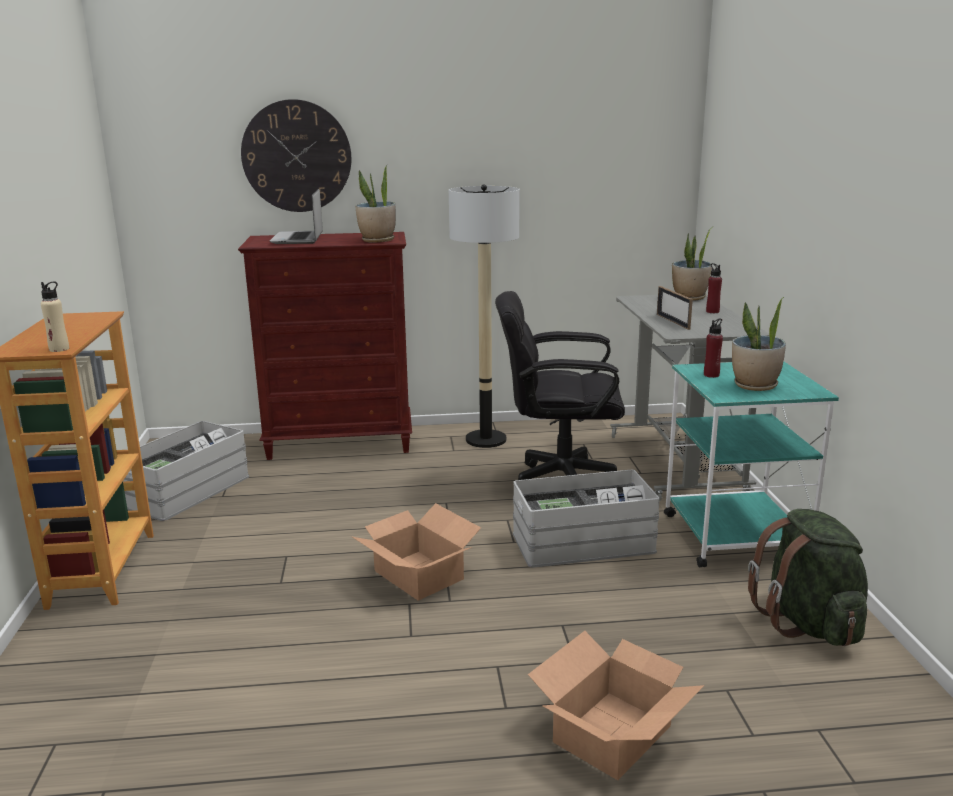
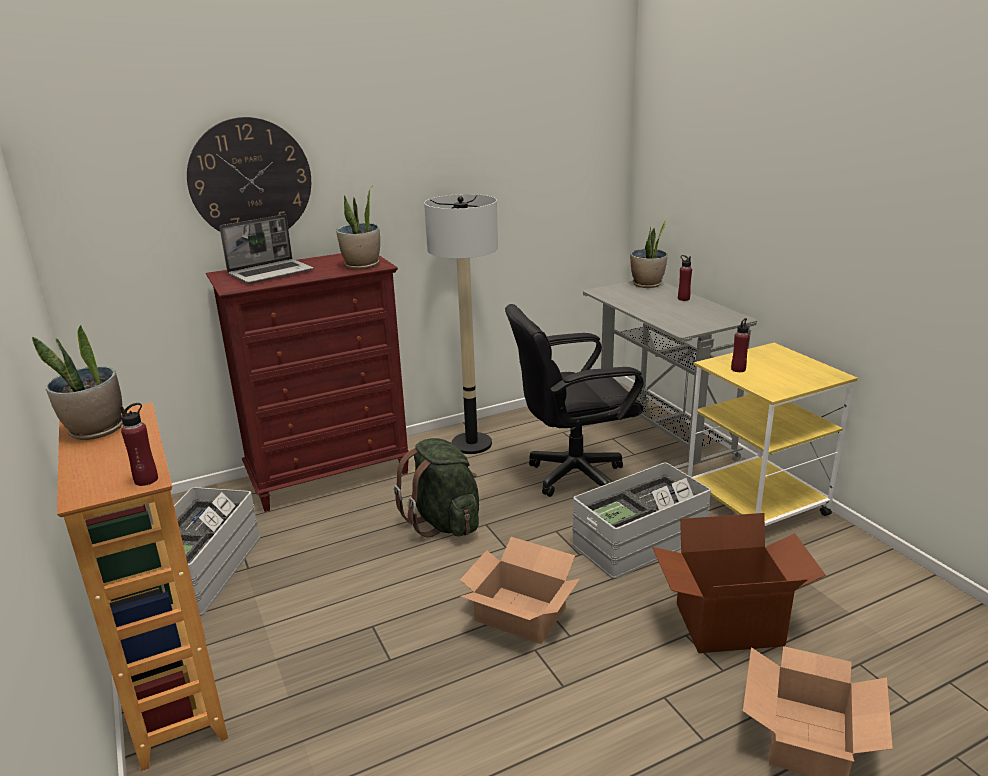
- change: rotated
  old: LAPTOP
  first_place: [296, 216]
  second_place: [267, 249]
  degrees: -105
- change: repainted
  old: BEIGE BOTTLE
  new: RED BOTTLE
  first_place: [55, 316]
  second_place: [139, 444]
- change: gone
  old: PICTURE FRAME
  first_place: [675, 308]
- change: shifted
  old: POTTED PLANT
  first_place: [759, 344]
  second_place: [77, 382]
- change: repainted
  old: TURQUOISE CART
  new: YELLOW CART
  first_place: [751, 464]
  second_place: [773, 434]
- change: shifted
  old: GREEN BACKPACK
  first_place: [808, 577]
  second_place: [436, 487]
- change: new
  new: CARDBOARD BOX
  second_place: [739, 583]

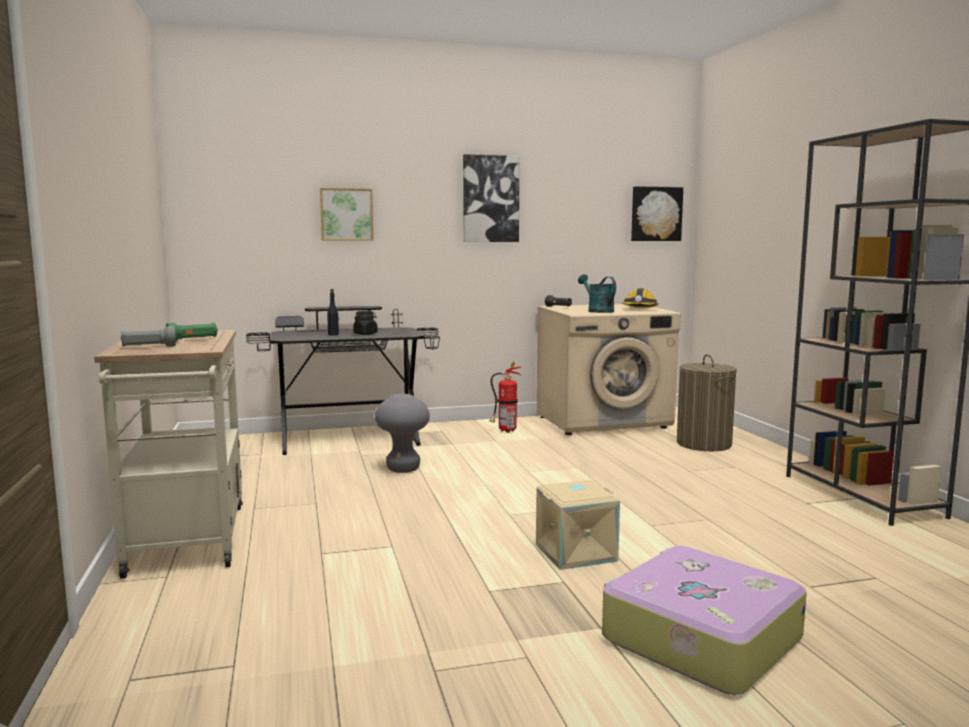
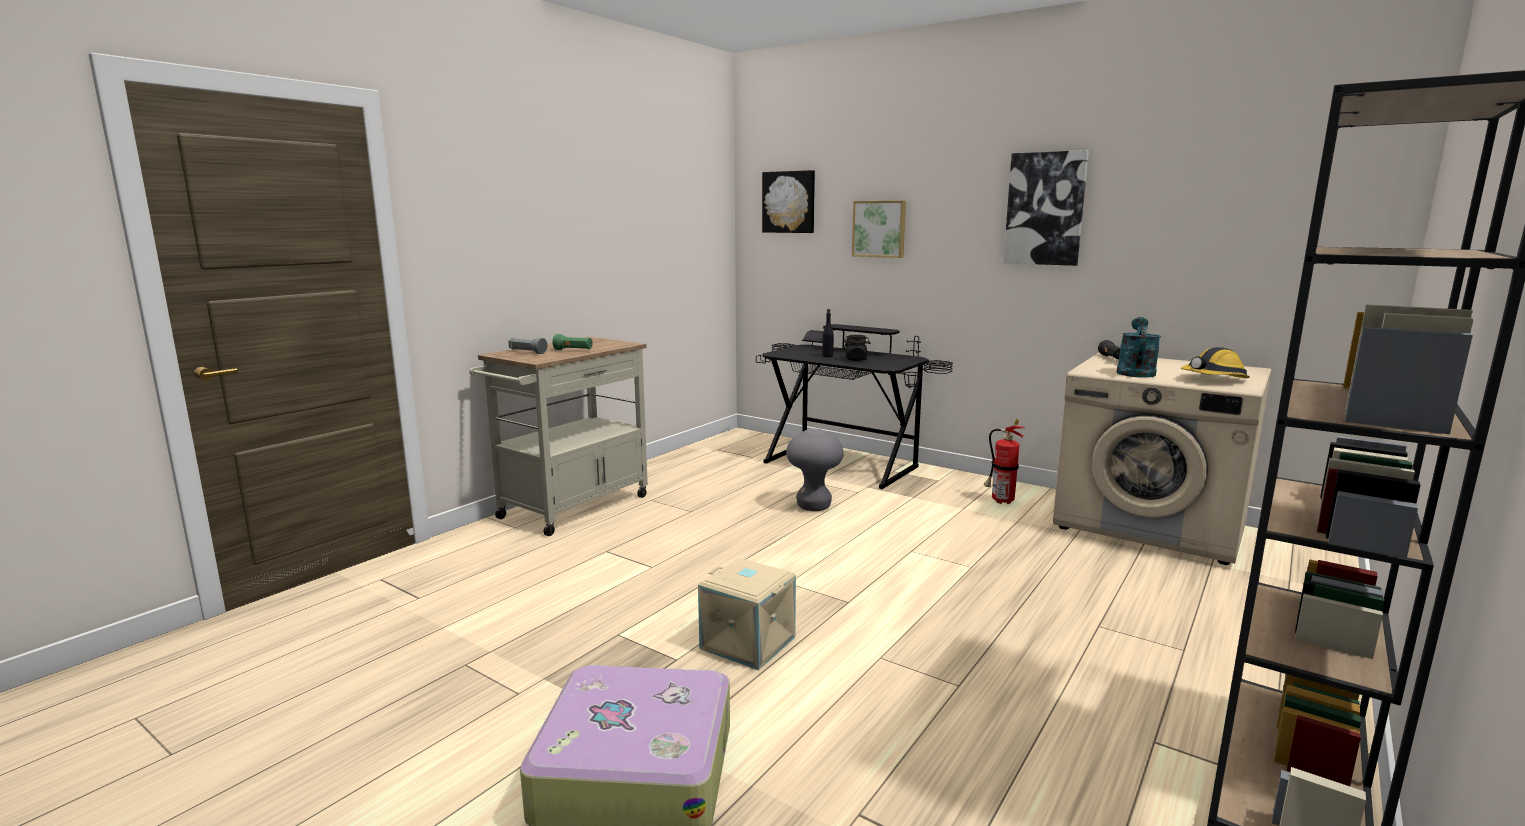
- change: shifted
  old: PICTURE
  first_place: [657, 213]
  second_place: [788, 201]
- change: gone
  old: LAUNDRY BASKET
  first_place: [707, 402]

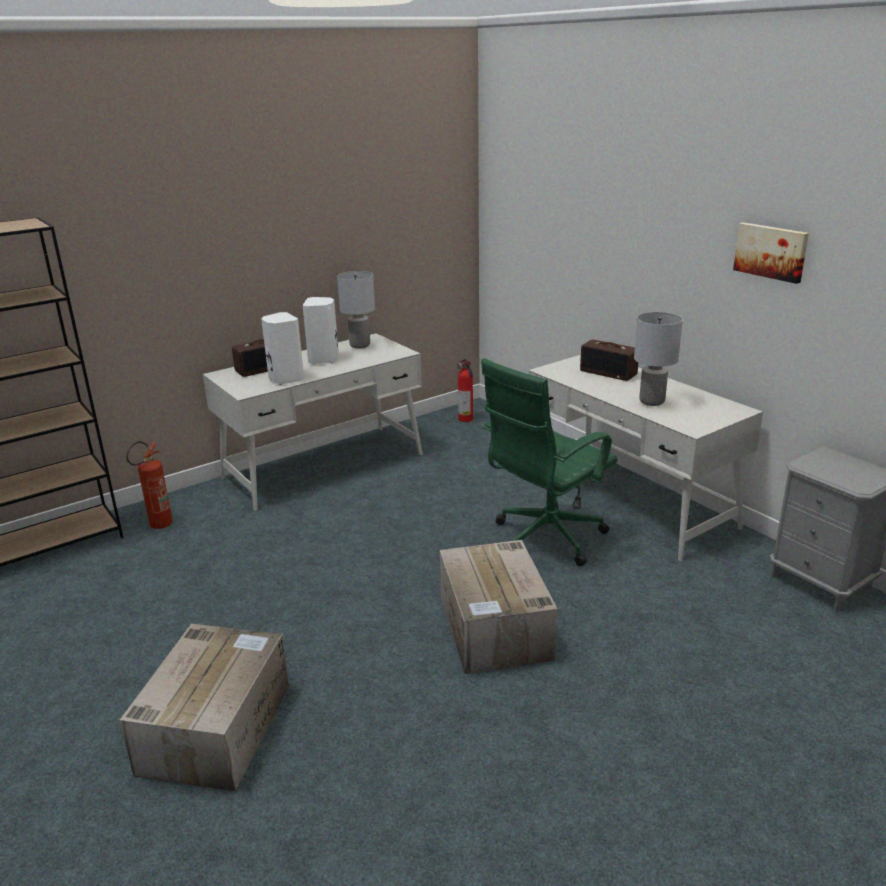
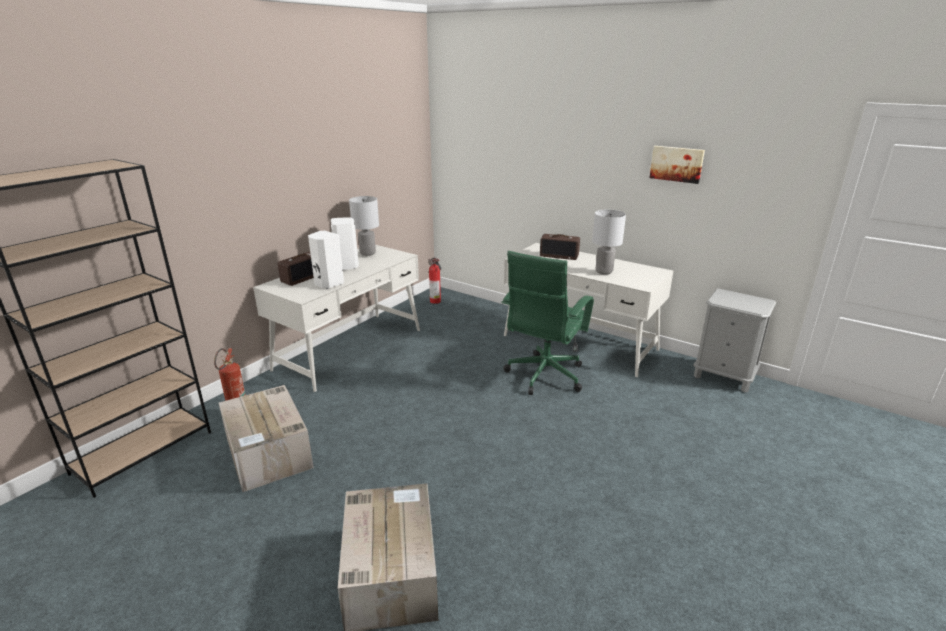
- change: shifted
  old: CARDBOARD BOX
  first_place: [498, 607]
  second_place: [266, 438]

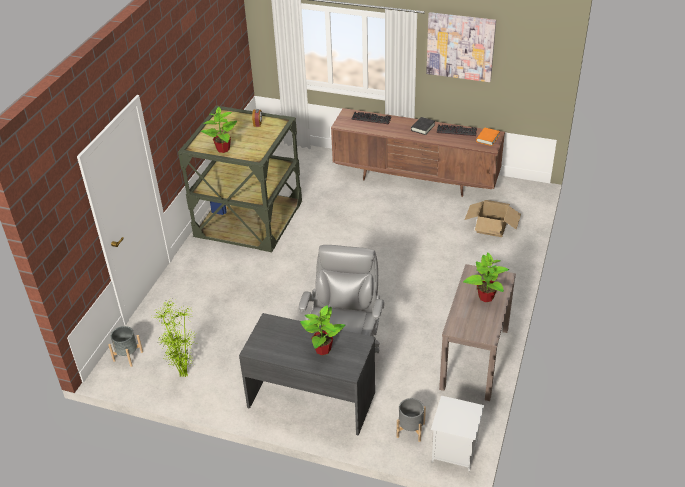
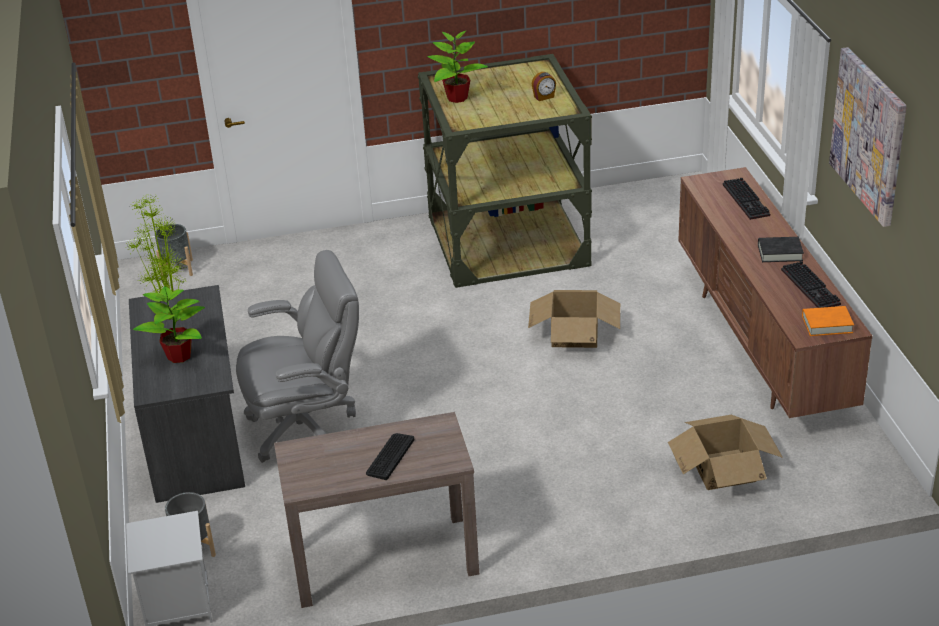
- change: swapped
  old: POTTED PLANT
  new: KEYBOARD
  first_place: [486, 277]
  second_place: [390, 456]
- change: new
  new: CARDBOARD BOX
  second_place: [574, 319]

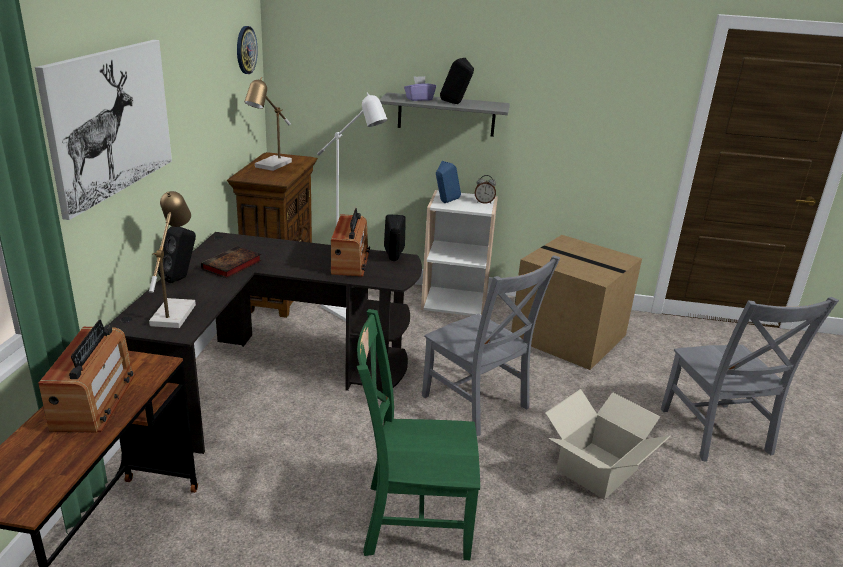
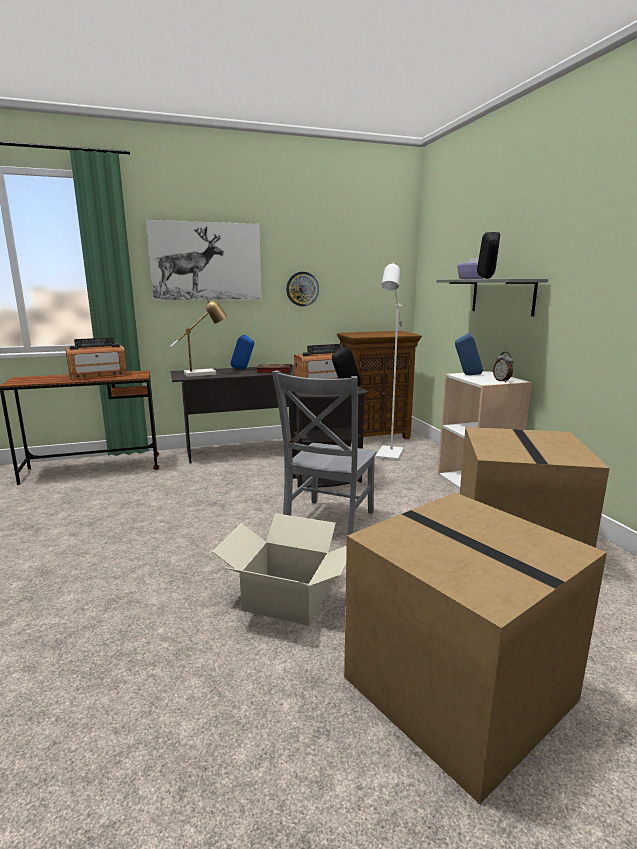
- change: shifted
  old: WALL CLOCK
  first_place: [247, 50]
  second_place: [302, 289]
- change: gone
  old: TABLE LAMP
  first_place: [268, 124]
- change: repainted
  old: BLACK SPEAKER
  new: BLUE SPEAKER
  first_place: [177, 254]
  second_place: [242, 352]
- change: swapped
  old: GREY CHAIR
  new: CARDBOARD BOX
  first_place: [750, 379]
  second_place: [475, 648]
- change: gone
  old: GREEN CHAIR
  first_place: [418, 434]

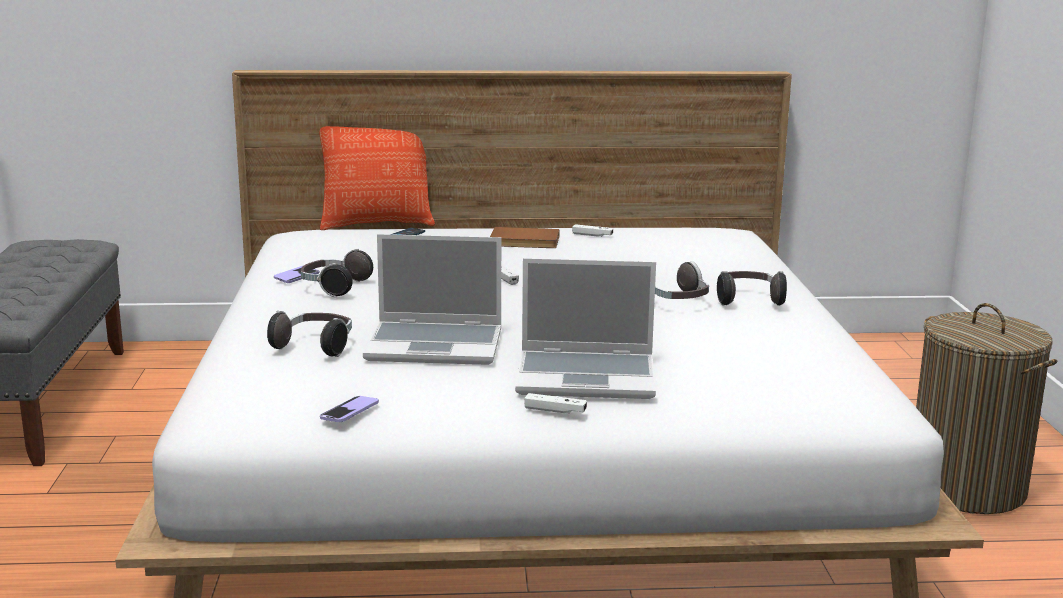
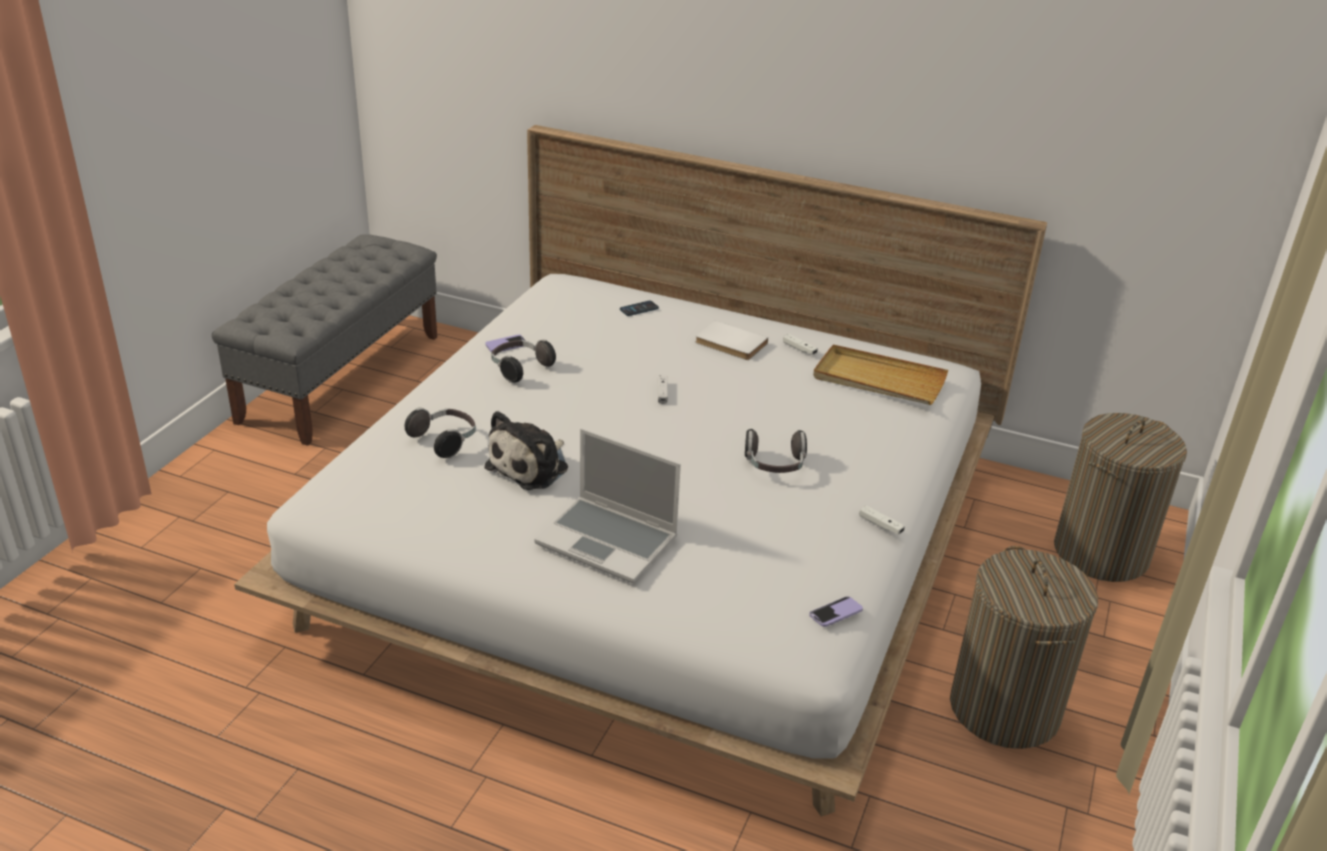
- change: gone
  old: ORANGE PILLOW
  first_place: [377, 178]
- change: repainted
  old: BROWN BOOK
  new: WHITE BOOK
  first_place: [525, 237]
  second_place: [731, 340]
- change: swapped
  old: LAPTOP
  new: PLUSH TOY
  first_place: [432, 299]
  second_place: [526, 450]
- change: gone
  old: HEADPHONES
  first_place: [752, 288]
- change: shifted
  old: WHITE GAME CONTROLLER
  first_place: [555, 403]
  second_place: [882, 520]
- change: shifted
  old: PHONE
  first_place: [349, 409]
  second_place: [836, 611]
- change: new
  new: BEIGE TRAY
  second_place: [880, 374]
- change: new
  new: LAUNDRY BASKET
  second_place: [1120, 497]

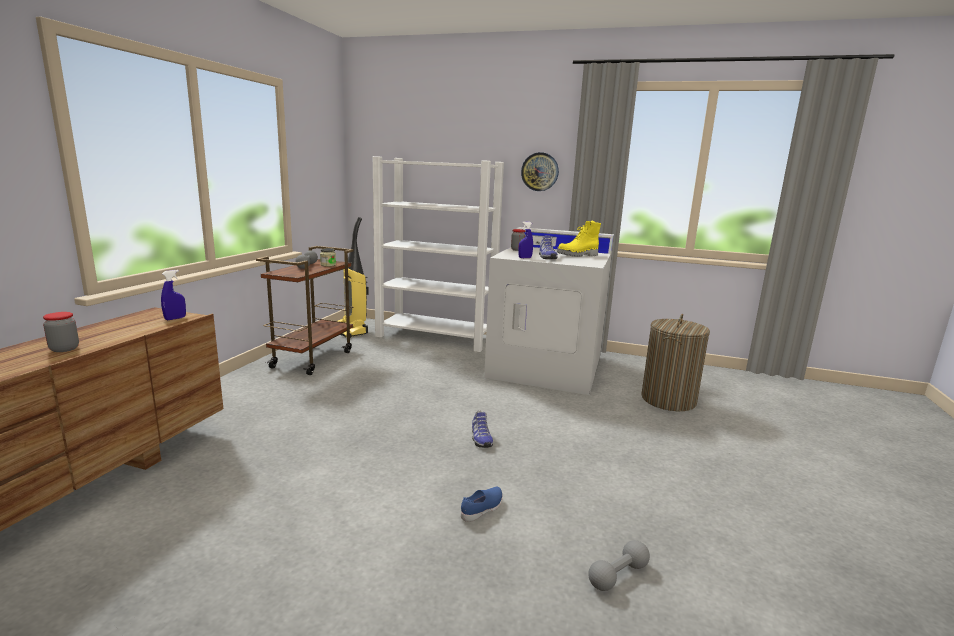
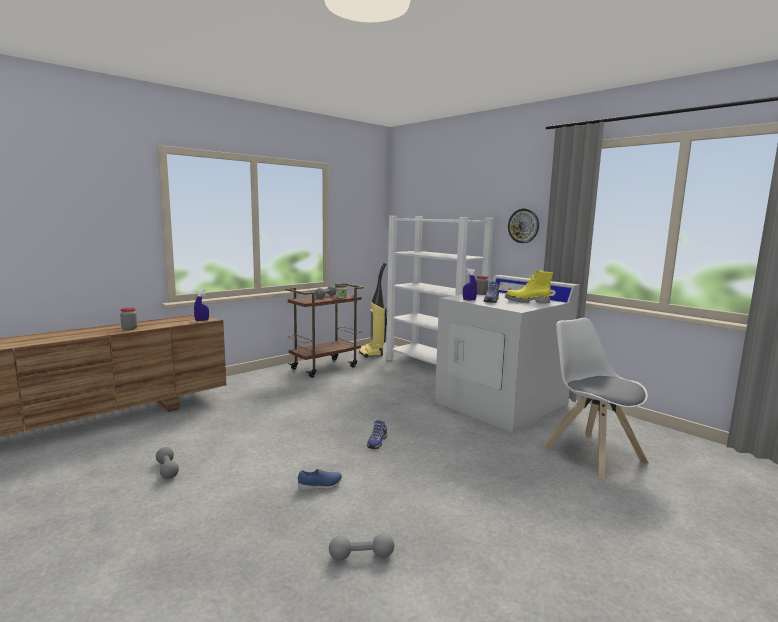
- change: swapped
  old: LAUNDRY BASKET
  new: CHAIR
  first_place: [675, 362]
  second_place: [596, 399]
- change: new
  new: GREY DUMBBELL
  second_place: [167, 463]

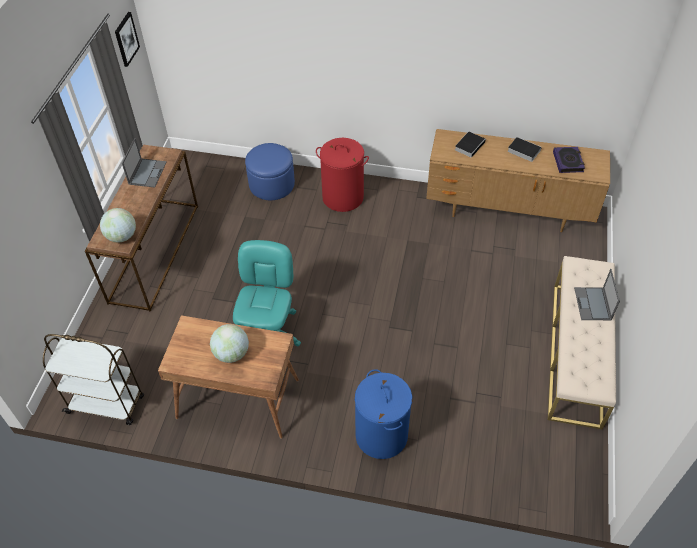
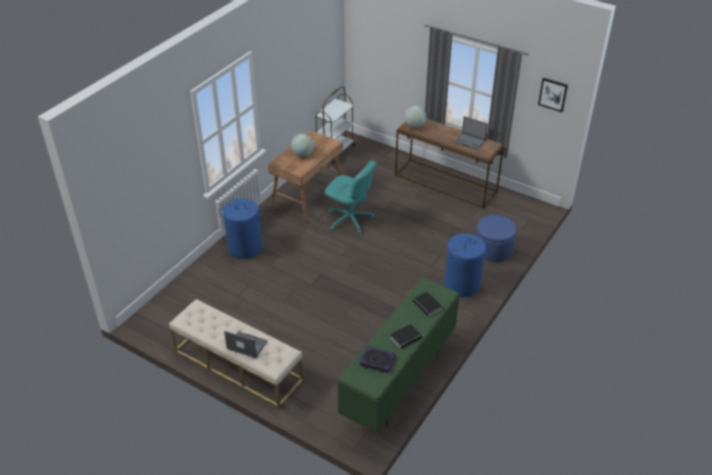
- change: repainted
  old: BROWN DRESSER
  new: GREEN DRESSER
  first_place: [518, 180]
  second_place: [398, 355]
- change: repainted
  old: RED LAUNDRY BASKET
  new: BLUE LAUNDRY BASKET
  first_place: [342, 175]
  second_place: [465, 265]

